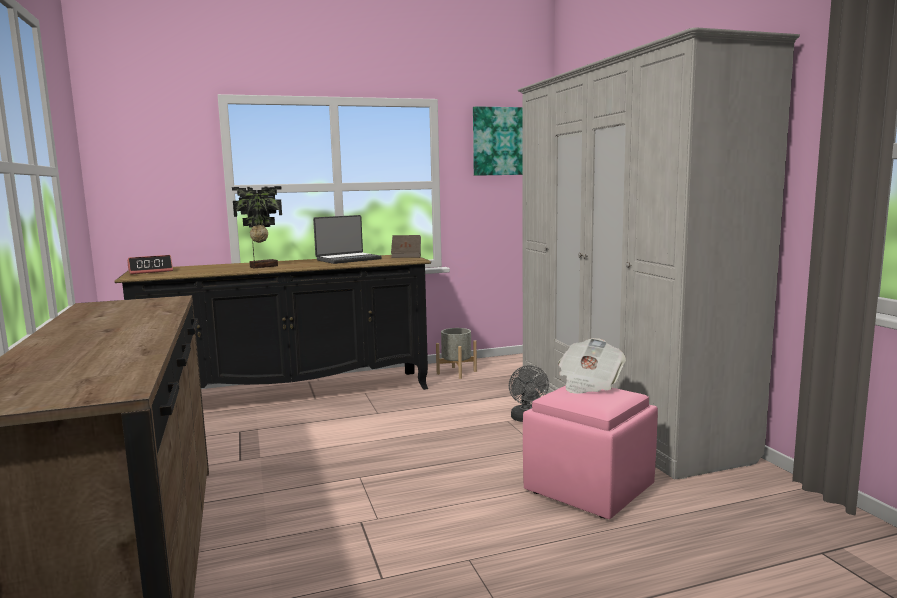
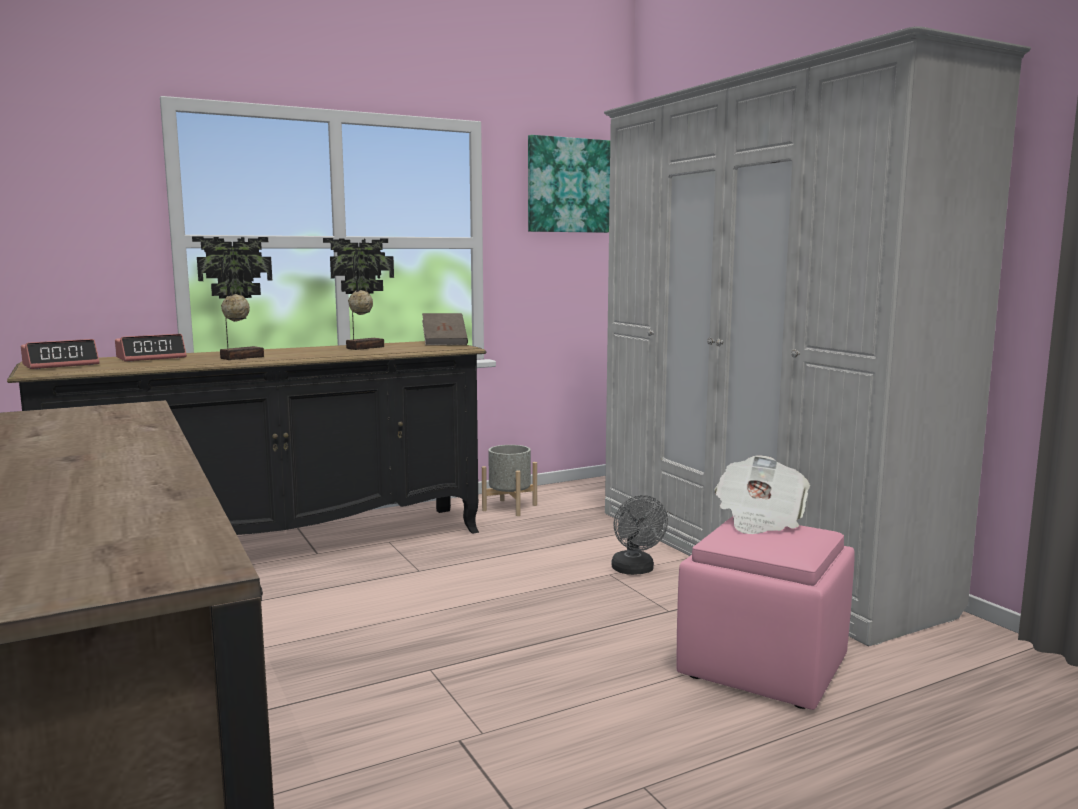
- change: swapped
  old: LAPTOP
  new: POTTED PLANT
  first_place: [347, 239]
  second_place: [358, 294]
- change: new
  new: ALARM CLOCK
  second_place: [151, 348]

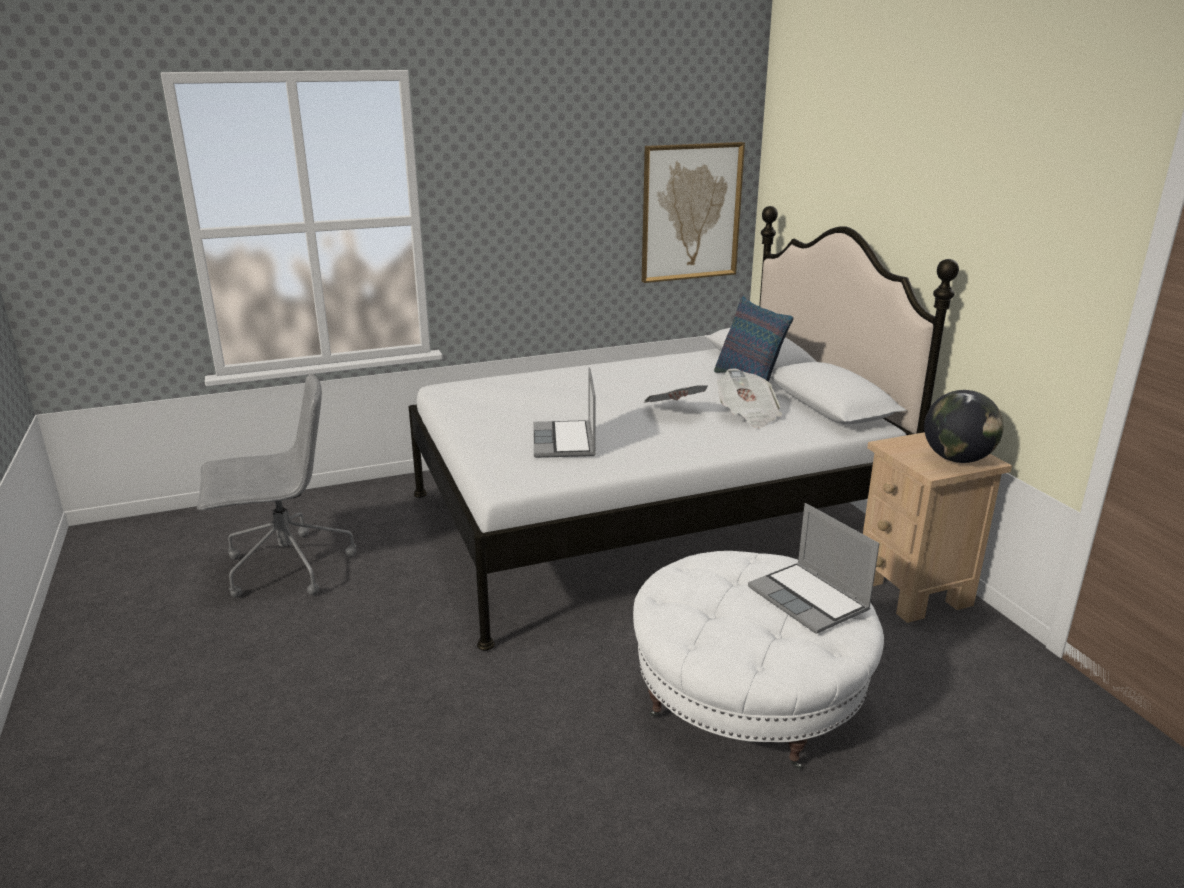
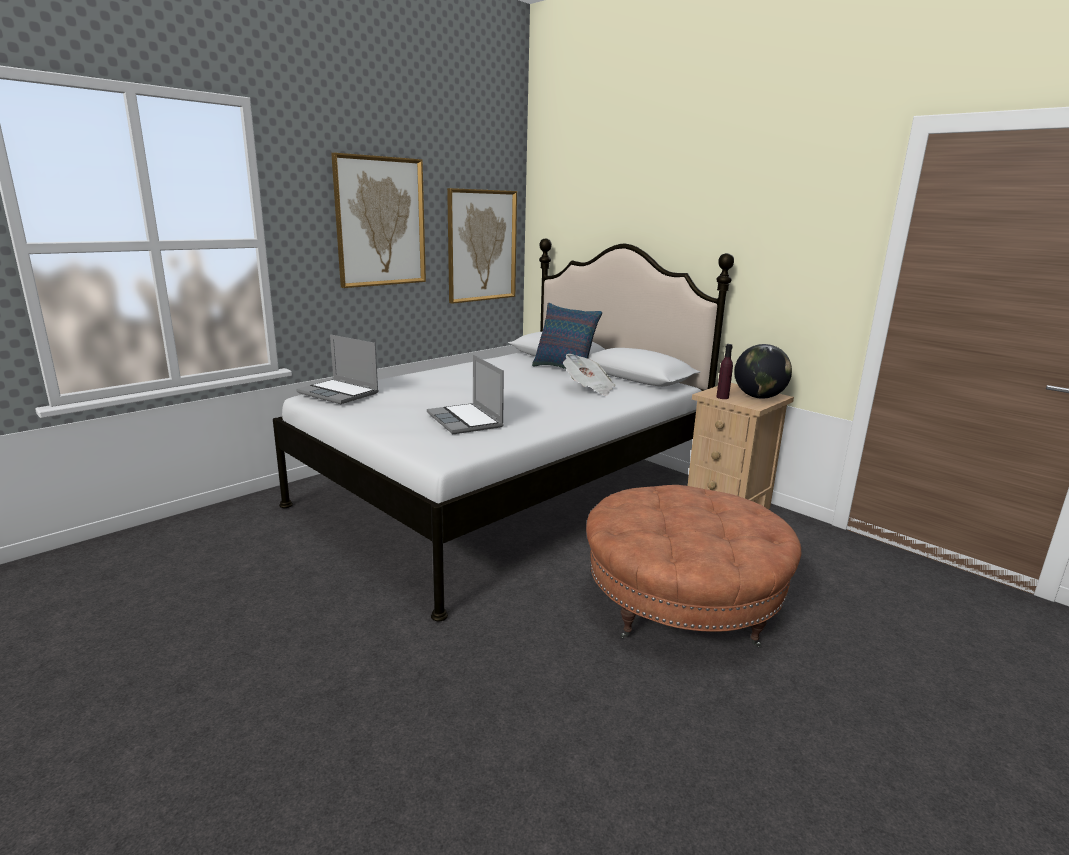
- change: gone
  old: GREY OFFICE CHAIR
  first_place: [276, 485]
- change: gone
  old: NEWSPAPER
  first_place: [676, 394]
- change: shifted
  old: LAPTOP
  first_place: [814, 568]
  second_place: [337, 369]
- change: repainted
  old: WHITE OTTOMAN
  new: BROWN OTTOMAN
  first_place: [758, 660]
  second_place: [693, 566]
- change: new
  new: PICTURE
  second_place: [378, 220]
- change: new
  new: PURPLE BOTTLE
  second_place: [724, 371]

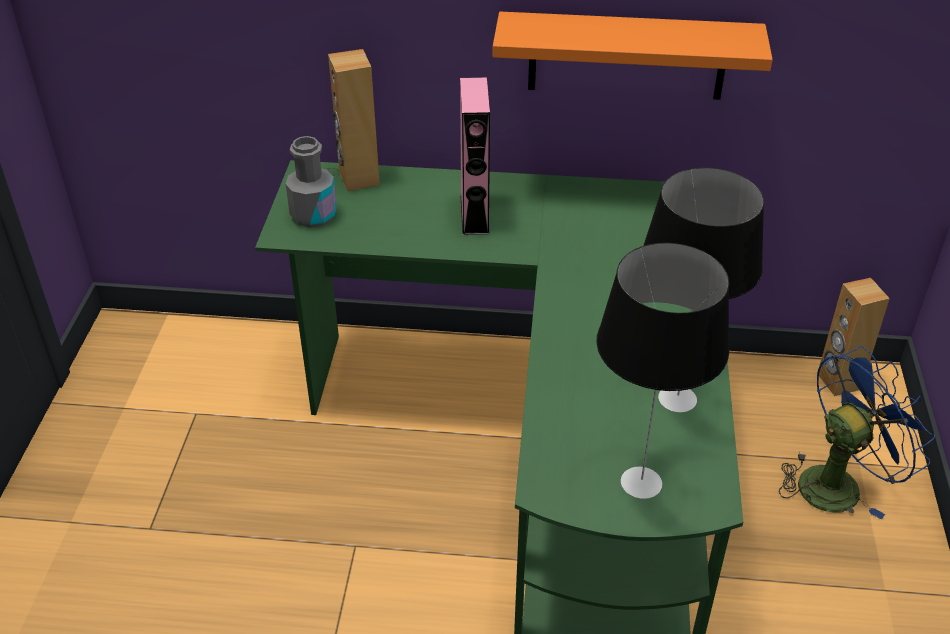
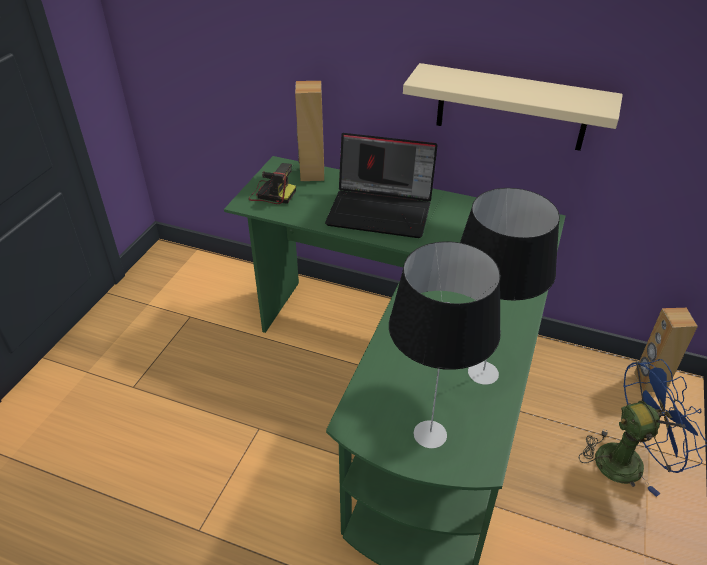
- change: repainted
  old: ORANGE SHELF
  new: BEIGE SHELF
  first_place: [633, 56]
  second_place: [513, 107]
- change: swapped
  old: PINK SPEAKER
  new: LAPTOP
  first_place: [475, 156]
  second_place: [381, 185]
- change: swapped
  old: GREY BOTTLE
  new: PHOTO CAMERA
  first_place: [311, 182]
  second_place: [272, 183]

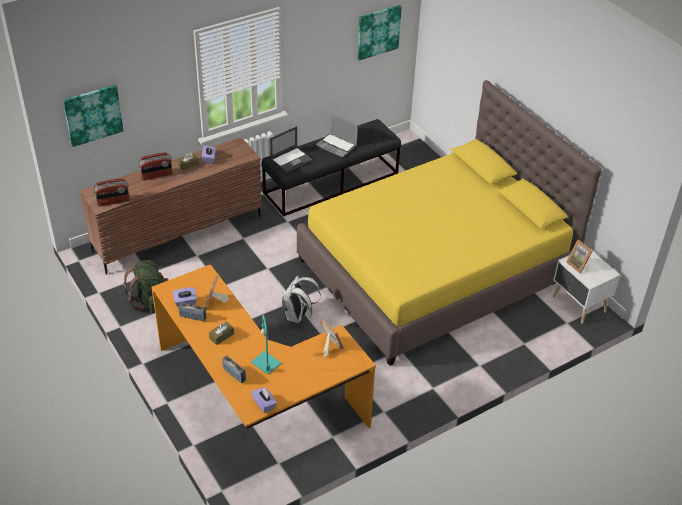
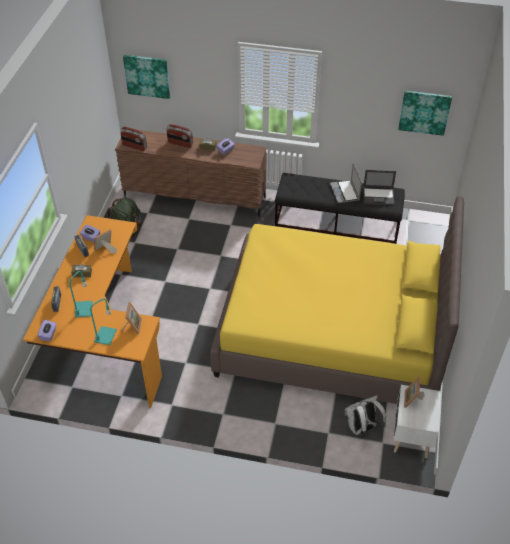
- change: shifted
  old: LAPTOP
  first_place: [291, 149]
  second_place: [379, 187]
- change: shifted
  old: WHITE BACKPACK
  first_place: [301, 299]
  second_place: [365, 417]
- change: new
  new: TURQUOISE TABLE LAMP
  second_place: [103, 321]

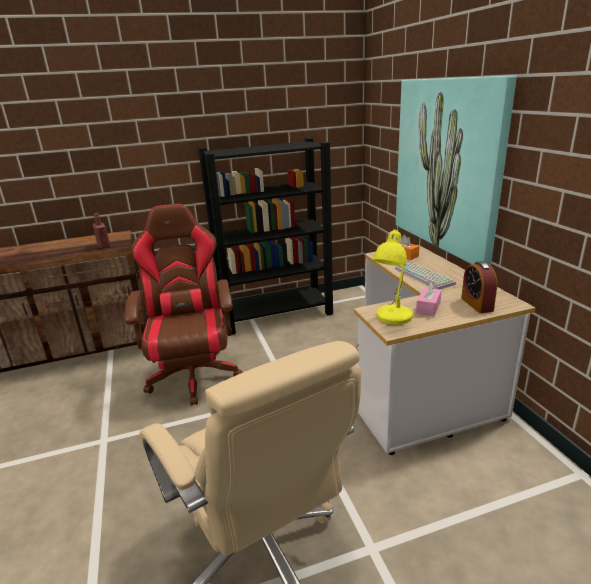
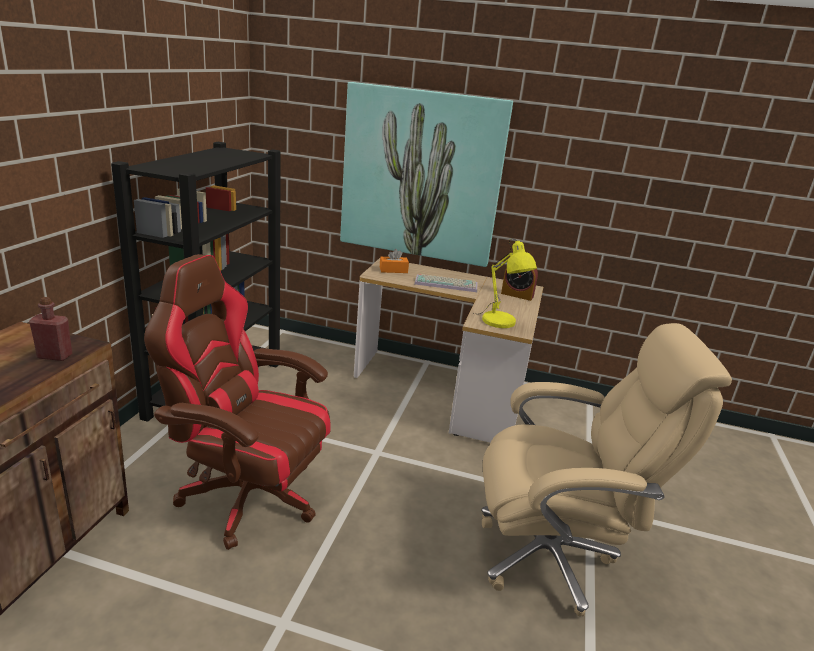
- change: gone
  old: PINK TISSUE BOX
  first_place: [429, 299]

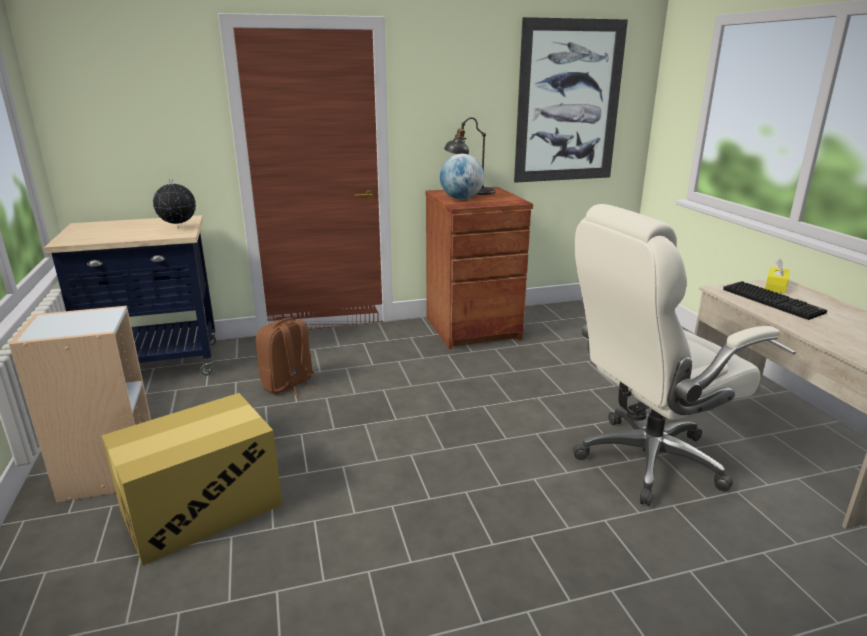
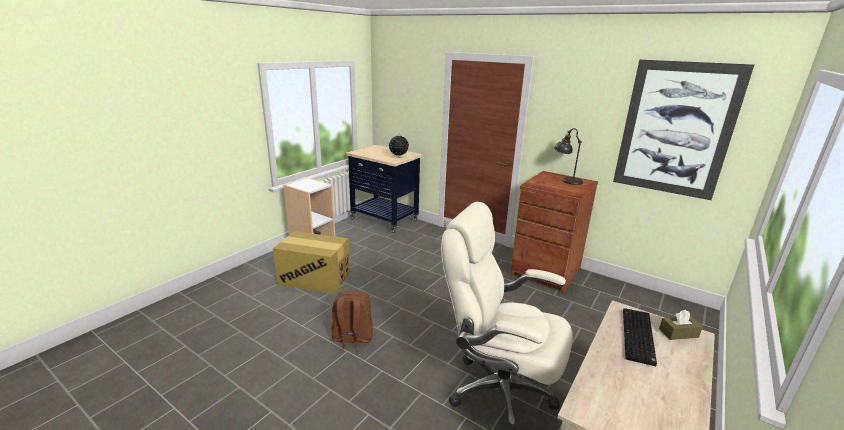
- change: gone
  old: GLOBE
  first_place: [462, 177]
- change: repainted
  old: YELLOW TISSUE BOX
  new: BROWN TISSUE BOX
  first_place: [777, 276]
  second_place: [681, 325]
- change: shifted
  old: BROWN BACKPACK
  first_place: [287, 358]
  second_place: [352, 322]

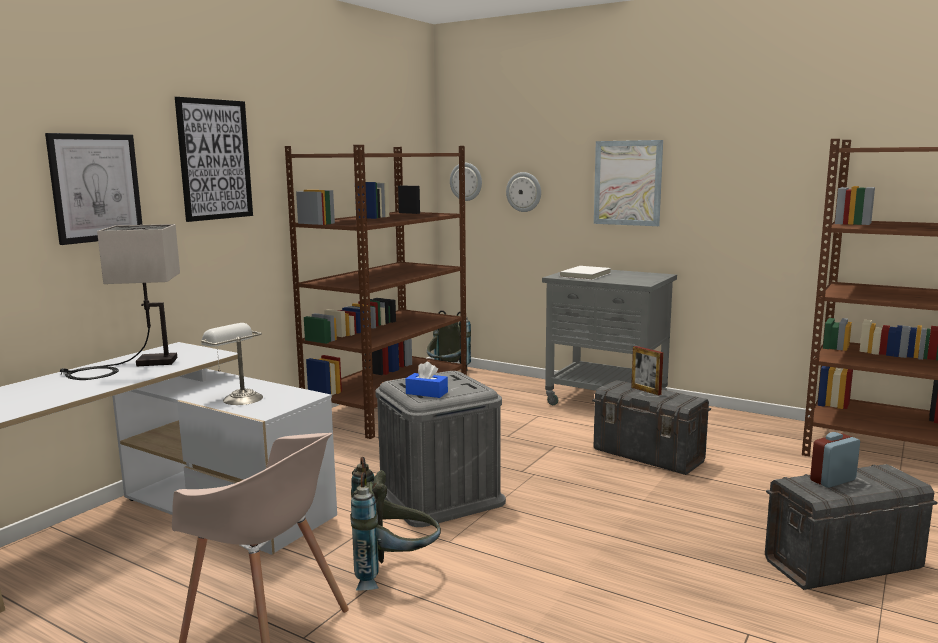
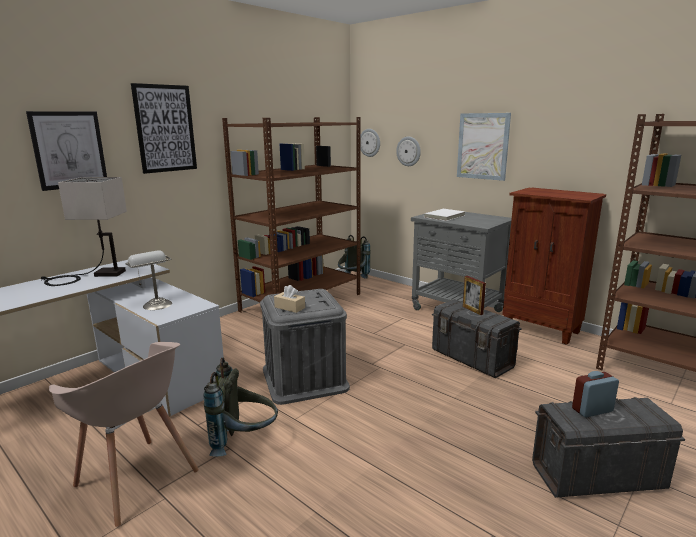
- change: repainted
  old: BLUE TISSUE BOX
  new: BEIGE TISSUE BOX
  first_place: [426, 380]
  second_place: [289, 299]
- change: new
  new: BROWN CABINET
  second_place: [554, 266]

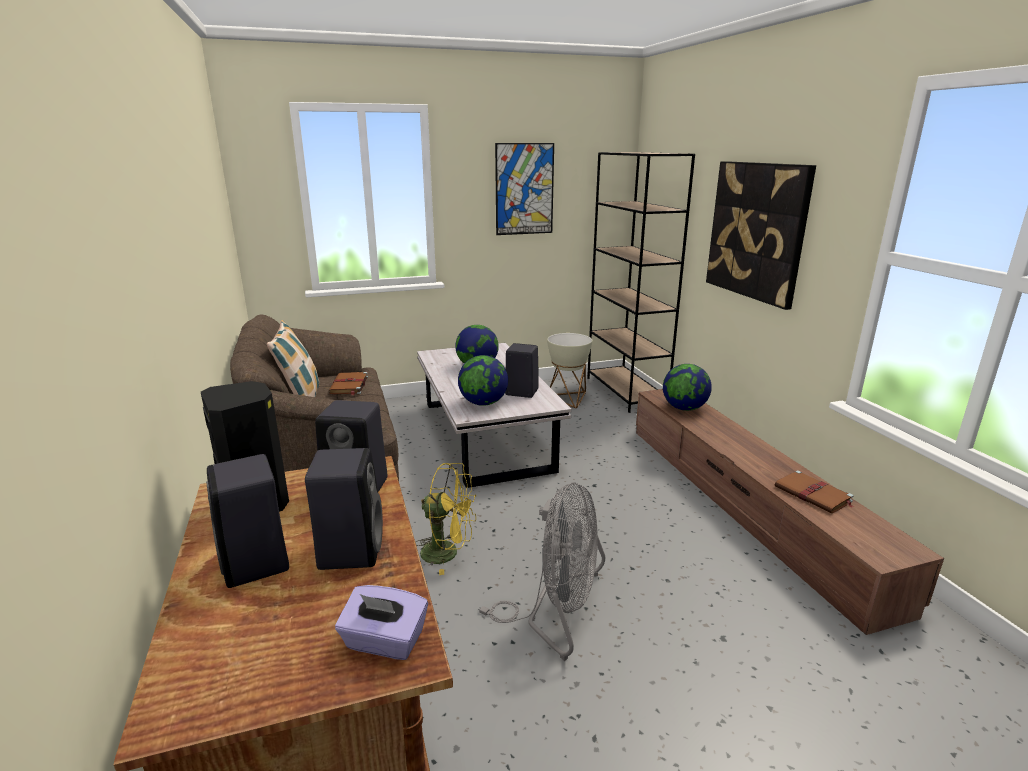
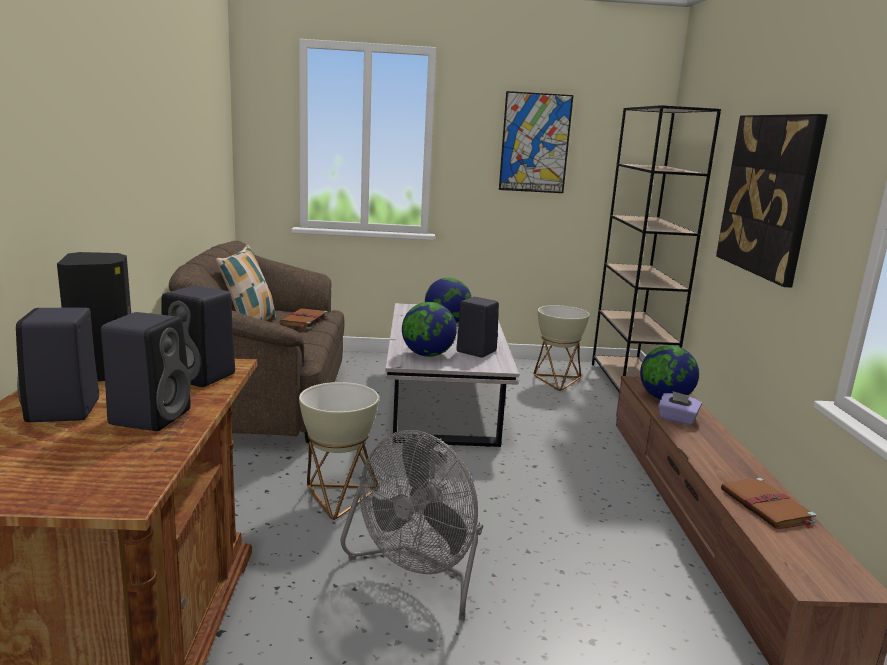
- change: swapped
  old: YELLOW FAN
  new: PLANTER
  first_place: [445, 519]
  second_place: [339, 451]
- change: rotated
  old: GREY FAN
  first_place: [541, 571]
  second_place: [412, 525]
  degrees: 90
- change: shifted
  old: PURPLE TISSUE BOX
  first_place: [381, 622]
  second_place: [680, 408]

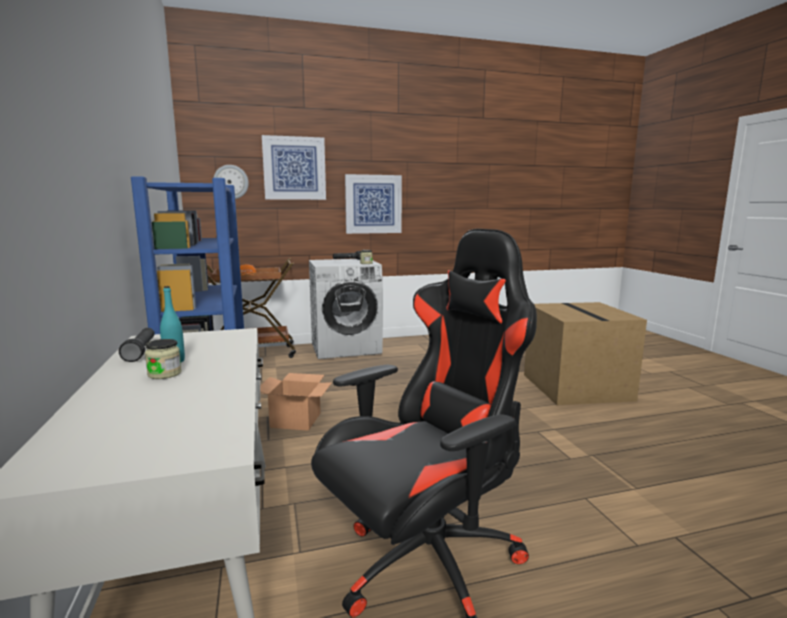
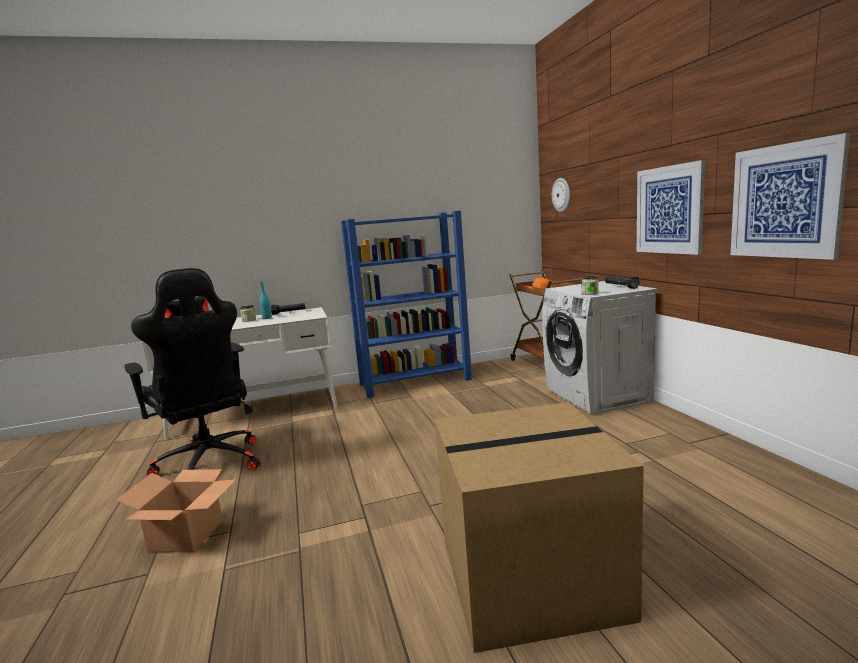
- change: shifted
  old: PICTURE
  first_place: [294, 167]
  second_place: [790, 196]
- change: shifted
  old: CARDBOARD BOX
  first_place: [296, 402]
  second_place: [175, 510]

